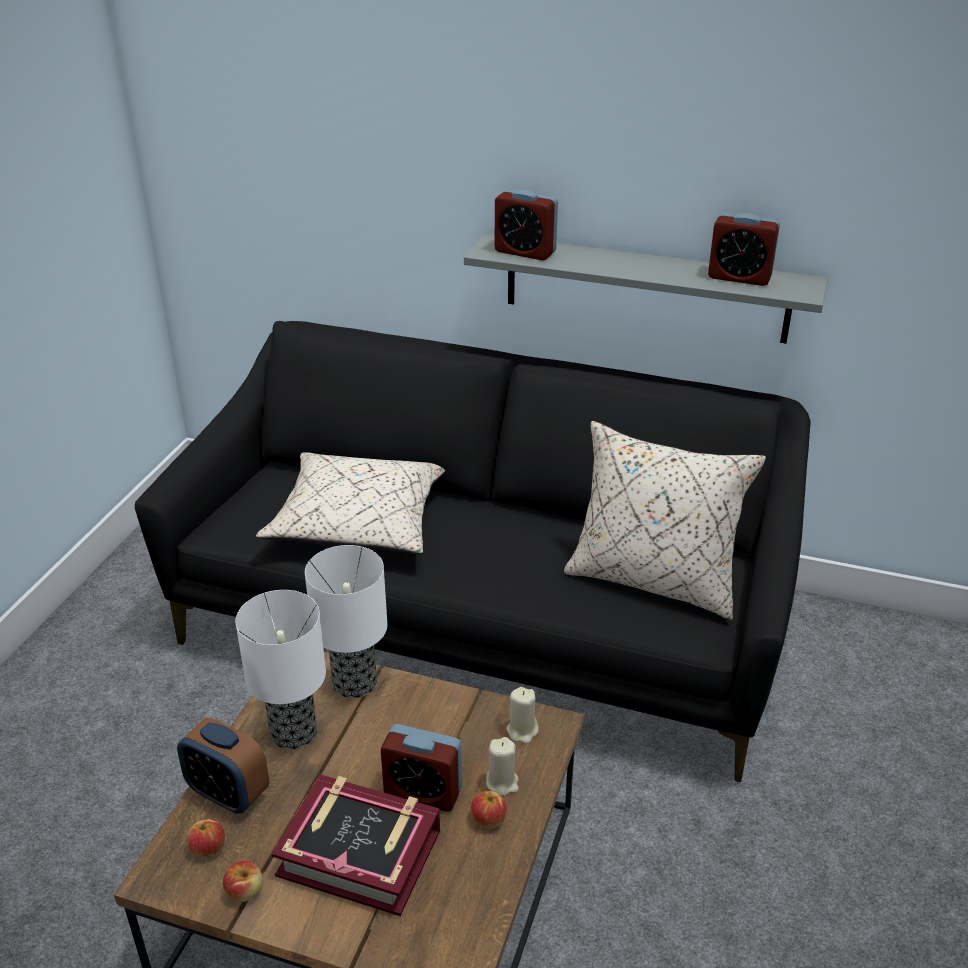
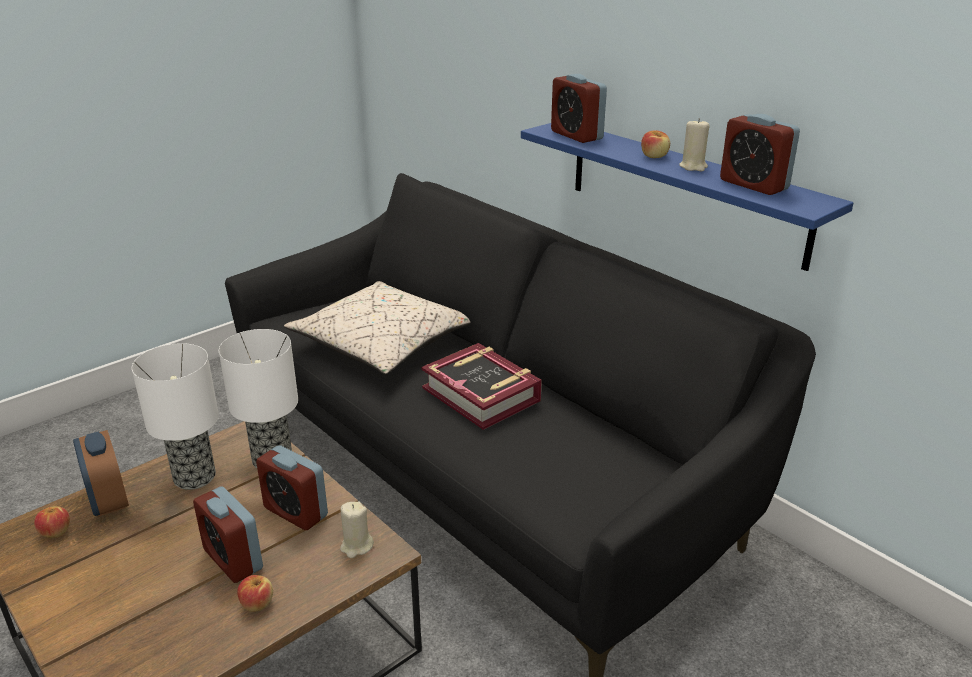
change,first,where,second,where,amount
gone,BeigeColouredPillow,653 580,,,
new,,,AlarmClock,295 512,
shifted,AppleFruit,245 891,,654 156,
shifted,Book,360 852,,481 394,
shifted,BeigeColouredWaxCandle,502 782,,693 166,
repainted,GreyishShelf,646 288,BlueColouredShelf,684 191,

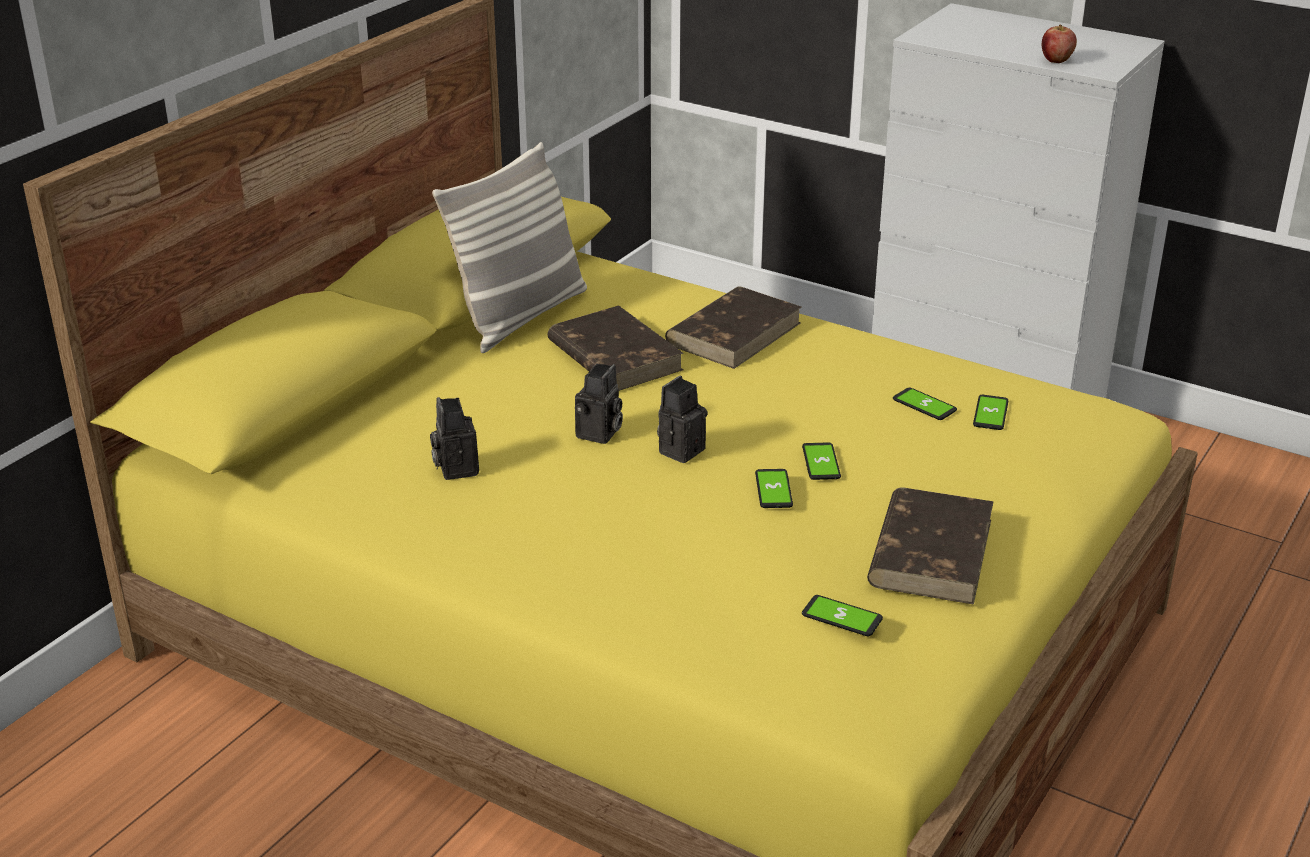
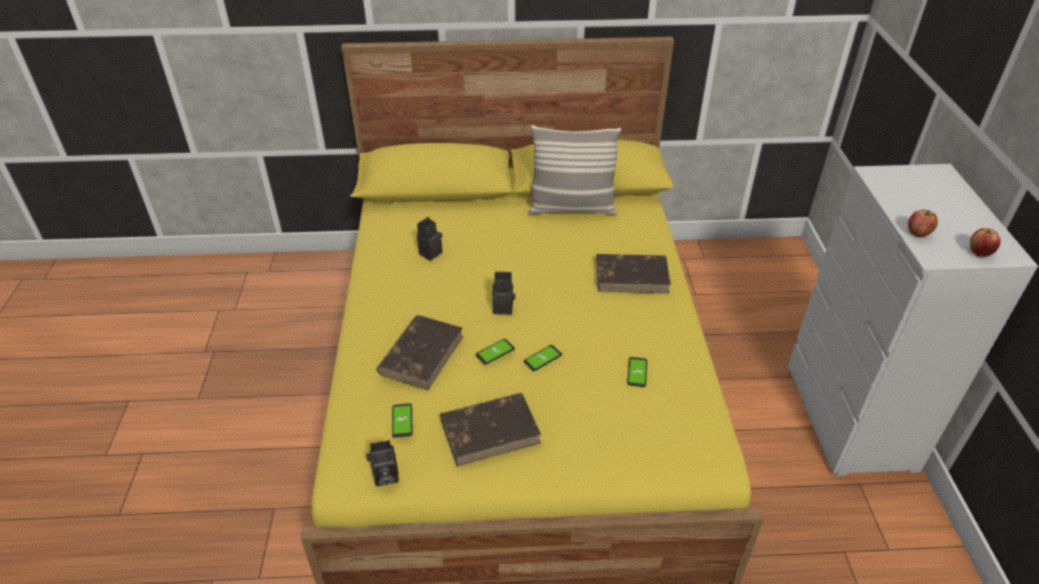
change,first,where,second,where,amount
gone,Phone,990 413,,,
new,,,AppleFruit,979 253,
shifted,BrownColouredBook,614 355,,422 354,
shifted,StillCamera,599 434,,384 477,

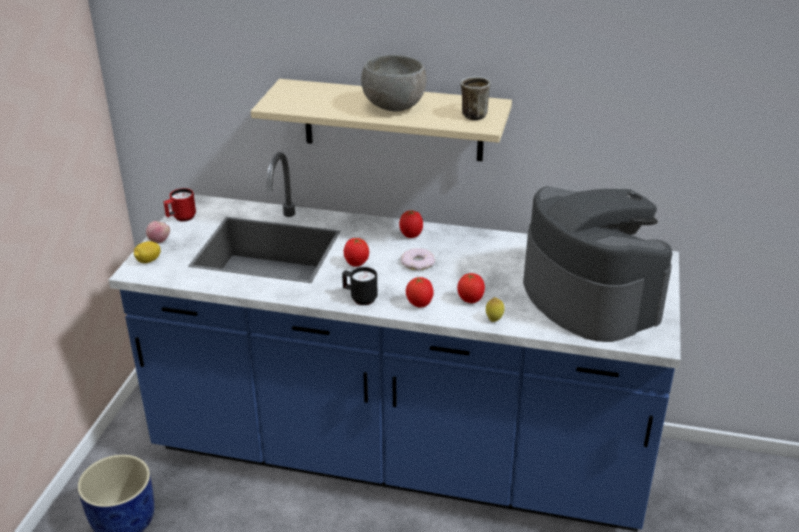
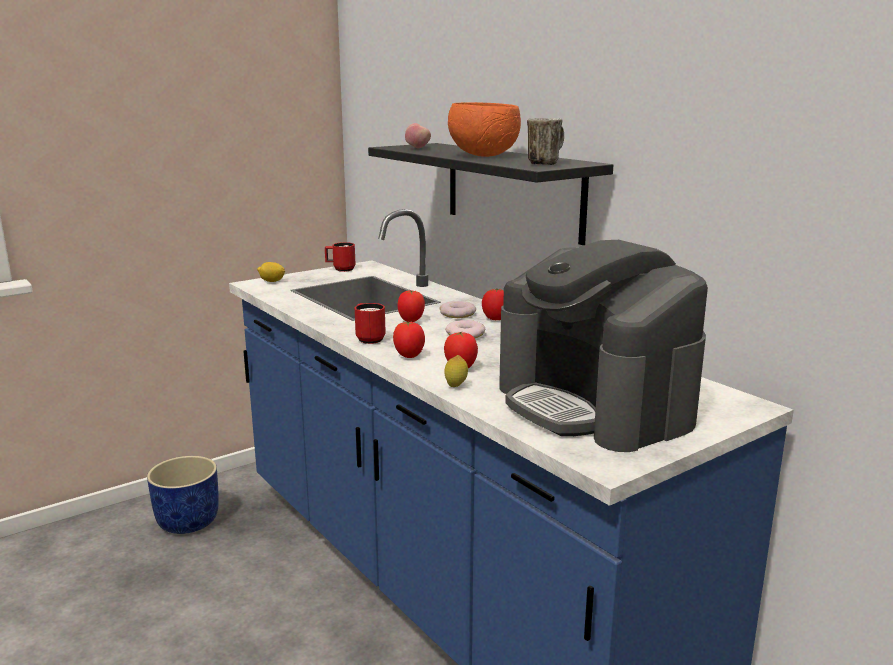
change,first,where,second,where,amount
new,,,Donut,457 314,
shifted,AppleFruit,159 241,,418 148,
repainted,BeigeColouredShelf,393 120,BlackShelf,513 190,
repainted,BlackCoffeeMug,360 298,RedColouredCoffeeMug,368 338,
repainted,GreyishDeepDish,394 107,OrangeColouredDeepDish,483 155,
rotated,CoffeeMaker,589 297,,595 404,135 degrees clockwise

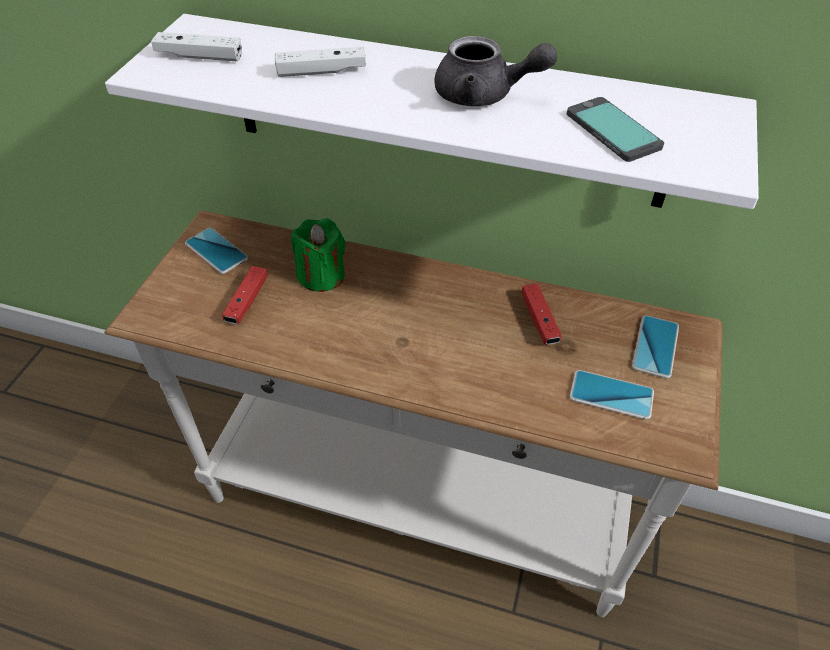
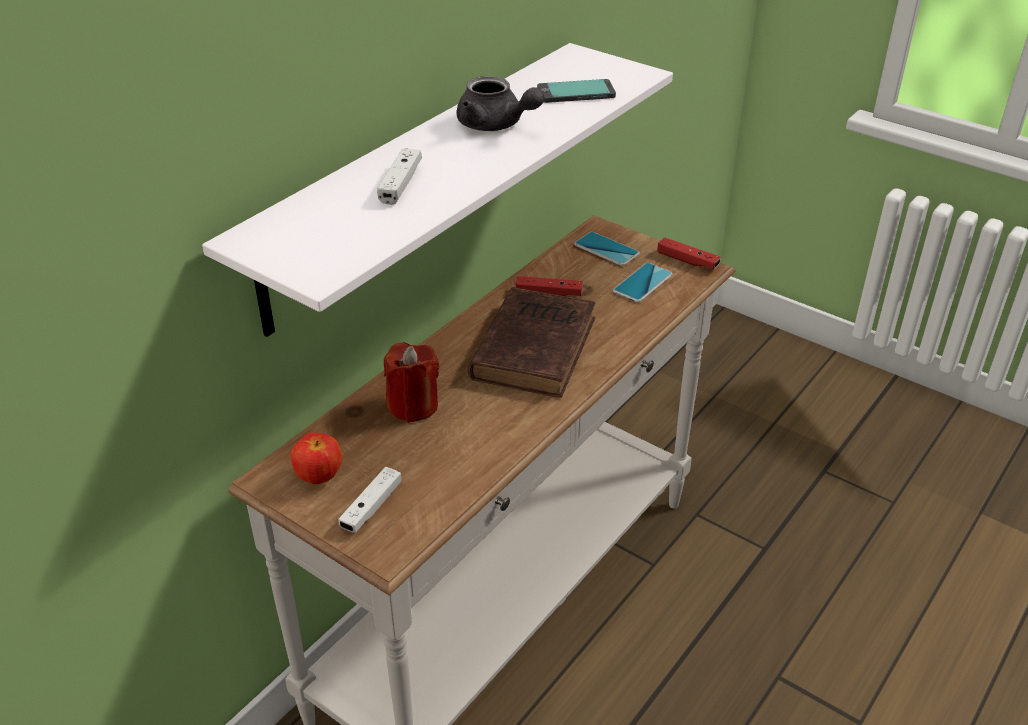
change,first,where,second,where,amount
new,,,BrownColouredBook,535 346,
shifted,WhiteJoypad,199 56,,371 507,
shifted,RedColouredJoypad,247 301,,687 261,
swapped,Phone,216 251,AppleFruit,319 477,
repainted,GreenWaxCandle,321 275,RedColouredWaxCandle,413 405,
rotated,GreyishTeapot,484 95,,496 125,90 degrees clockwise

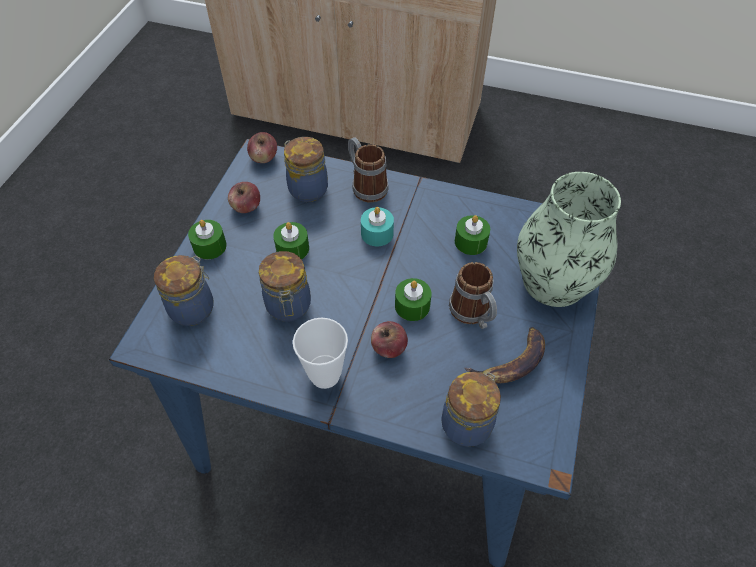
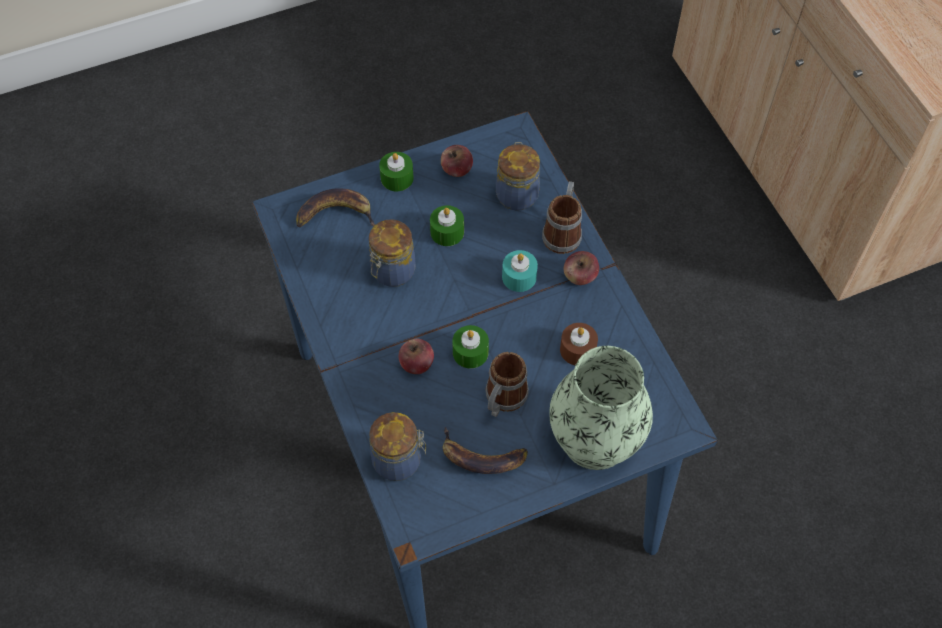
change,first,where,second,where,amount
gone,DrinkingCup,325 375,,,
shifted,AppleFruit,264 158,,580 276,
swapped,StorageJar,193 307,Banana,335 214,
repainted,GreenWaxCandle,470 242,BrownColouredWaxCandle,577 350,

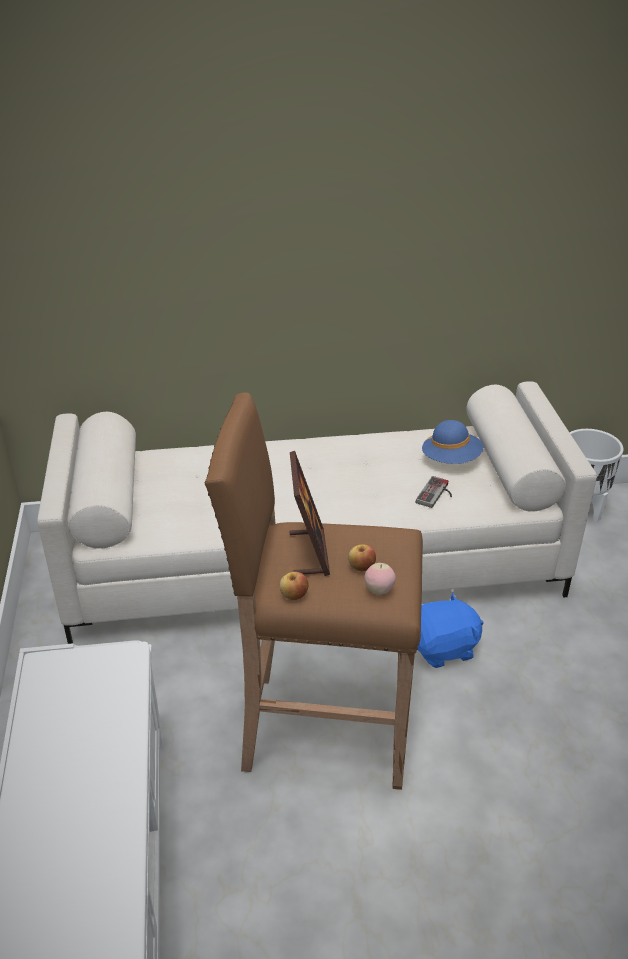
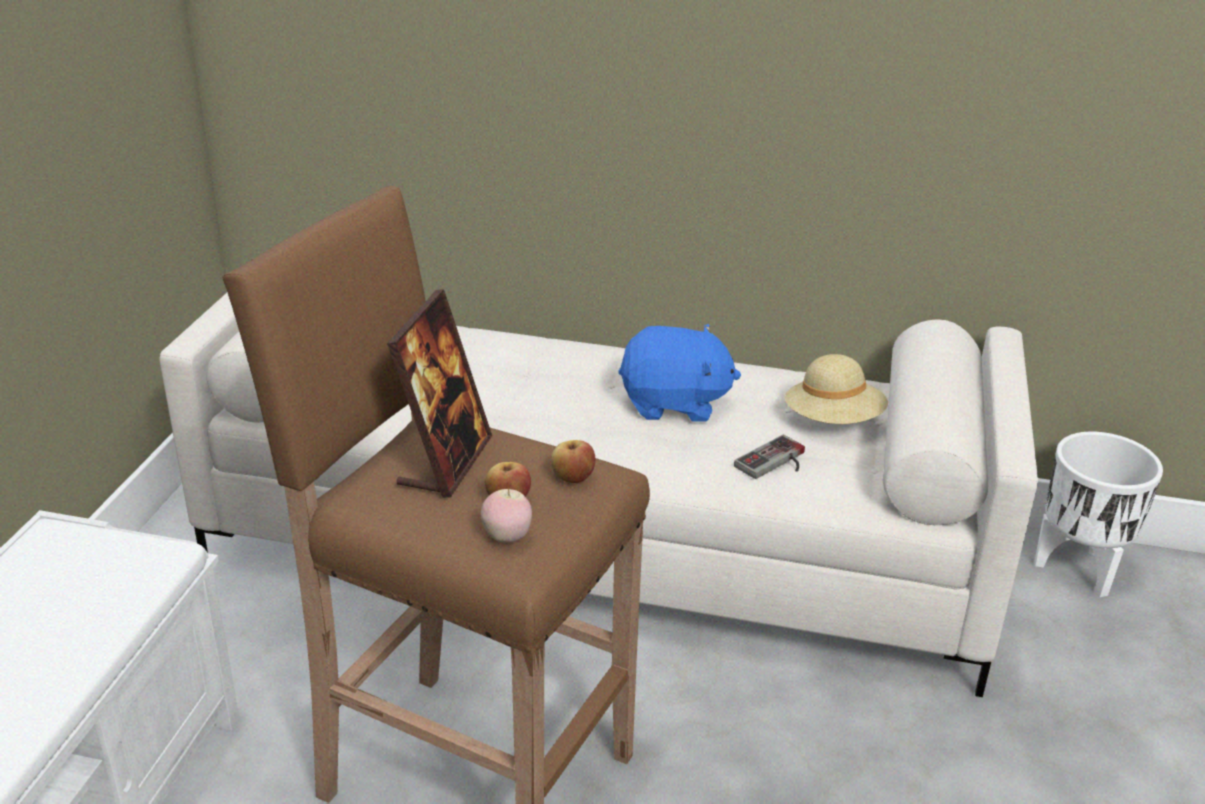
change,first,where,second,where,amount
shifted,AppleFruit,294 595,,573 477,
shifted,BlueColouredPlushToy,443 648,,674 404,
repainted,BlueColouredWearableHat,451 459,BeigeColouredWearableHat,833 421,

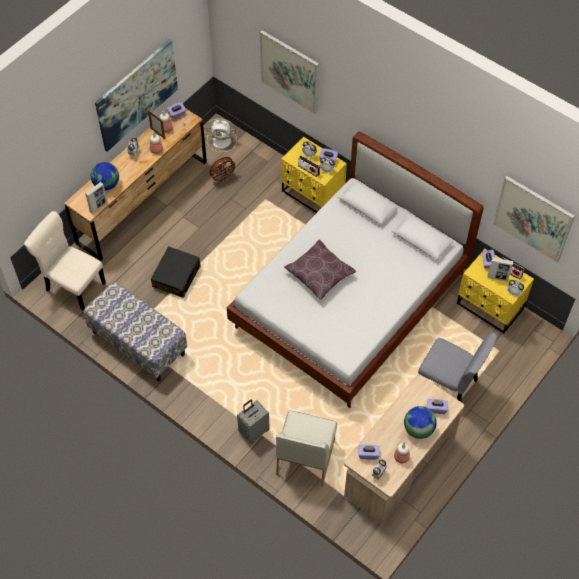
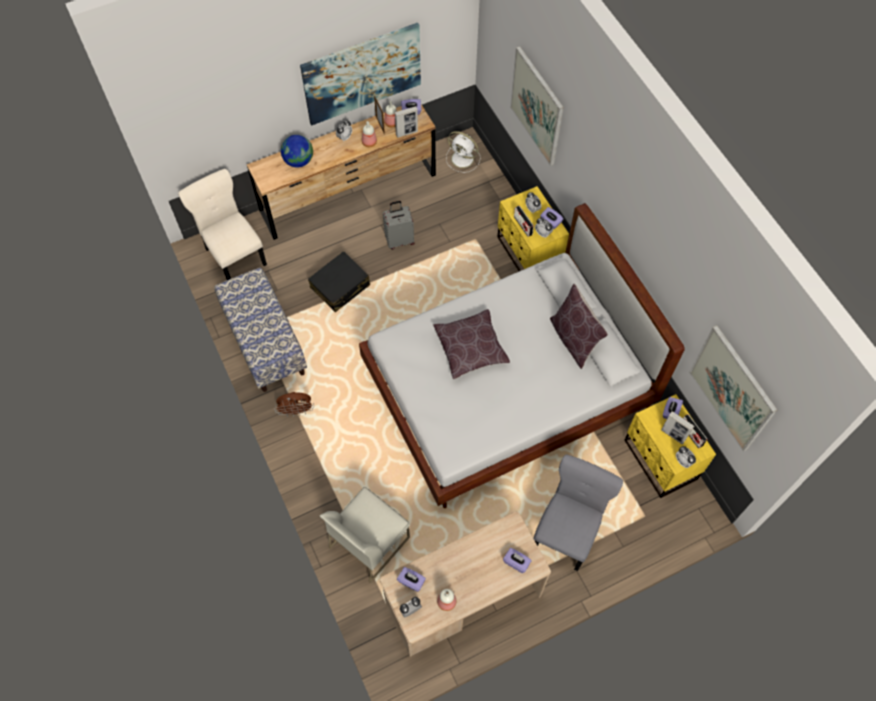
change,first,where,second,where,amount
gone,DeskGlobe,418 429,,,
new,,,BrownColouredPillow,574 339,
shifted,PictureFrame,98 206,,407 133,
shifted,BrownColouredCoolingFan,223 178,,296 411,
shifted,GreyishTravelCase,253 431,,399 240,
rotated,GreyishChair,449 385,,567 531,120 degrees counterclockwise

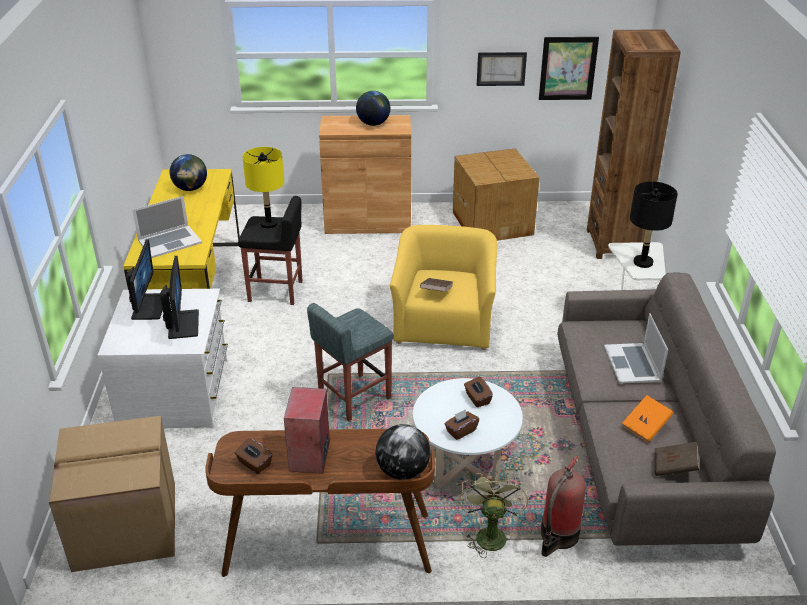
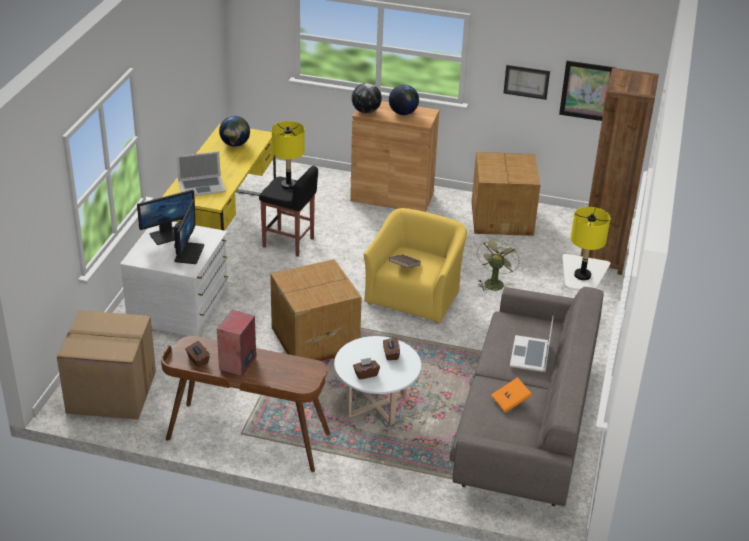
change,first,where,second,where,amount
gone,FireFightingCylinder,558 536,,,
gone,BrownColouredBook,674 467,,,
shifted,DeskGlobe,403 471,,366 111,
shifted,GreenCoolingFan,489 533,,494 282,
swapped,GreyishSittingStool,353 398,Carton,313 339,
repainted,BlackTabletopLamp,643 262,YellowTabletopLamp,582 275,
rotated,ComputerScreen,148 306,,169 234,45 degrees clockwise

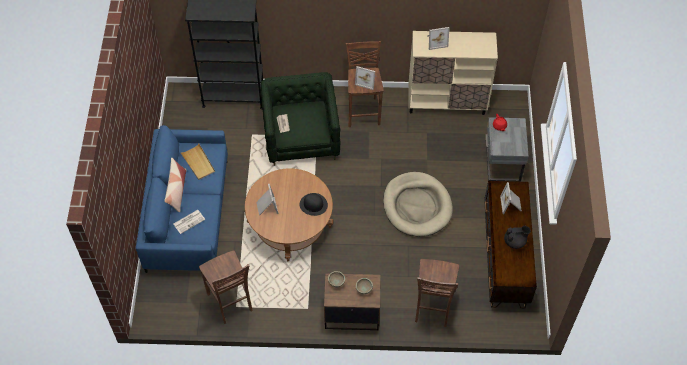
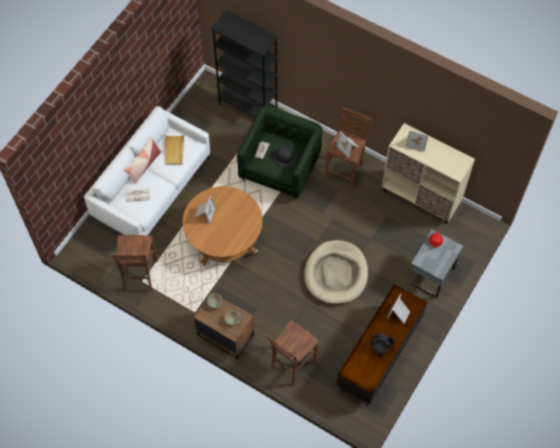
change,first,where,second,where,amount
shifted,BlackWearableHat,313 204,,284 156,
repainted,BlueColouredSettee,188 214,WhiteSettee,152 188,

